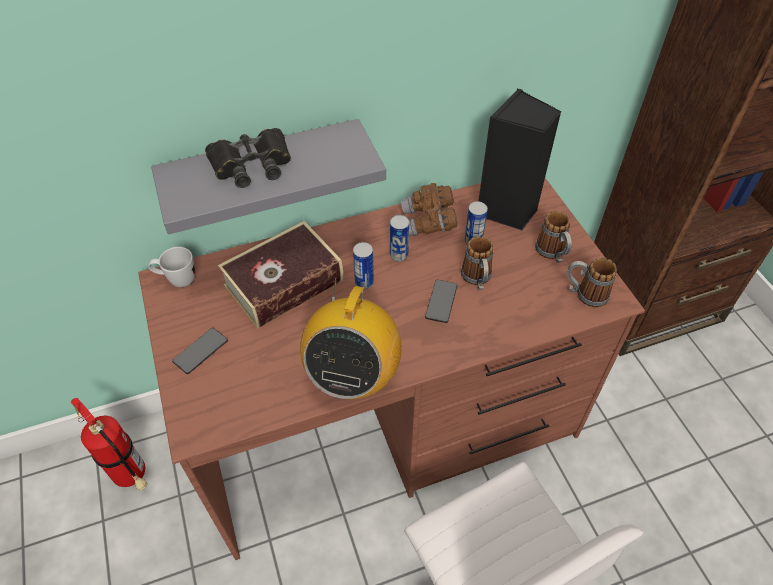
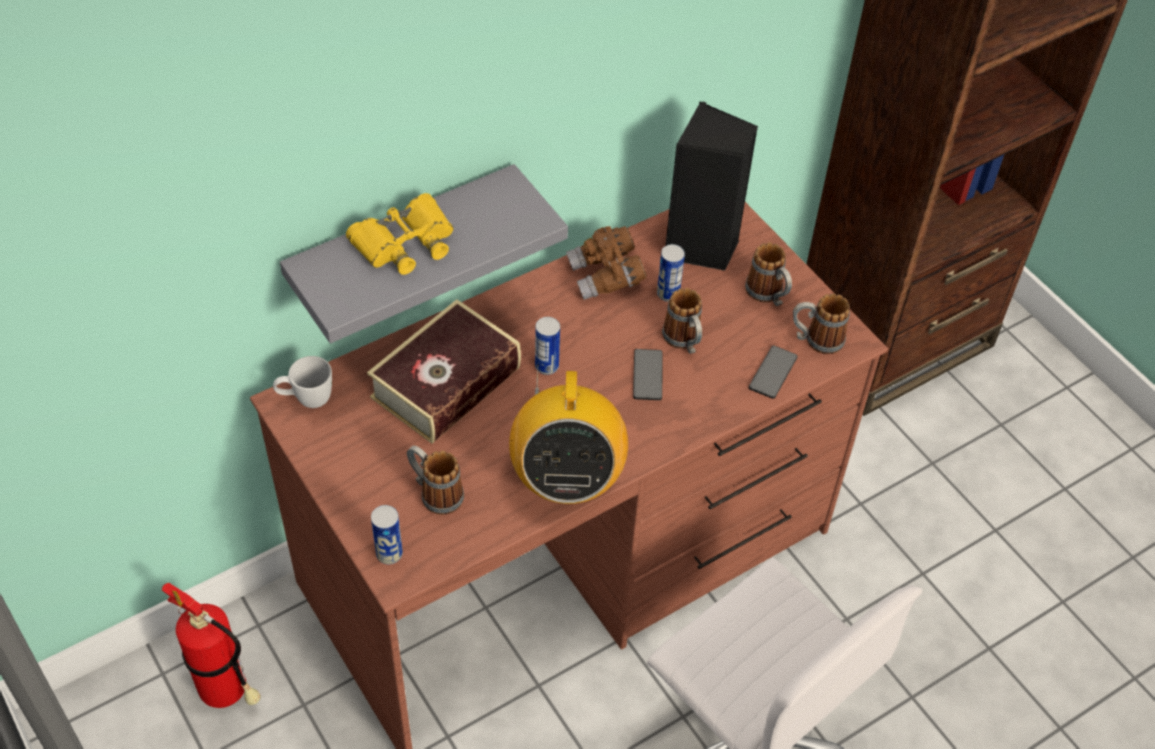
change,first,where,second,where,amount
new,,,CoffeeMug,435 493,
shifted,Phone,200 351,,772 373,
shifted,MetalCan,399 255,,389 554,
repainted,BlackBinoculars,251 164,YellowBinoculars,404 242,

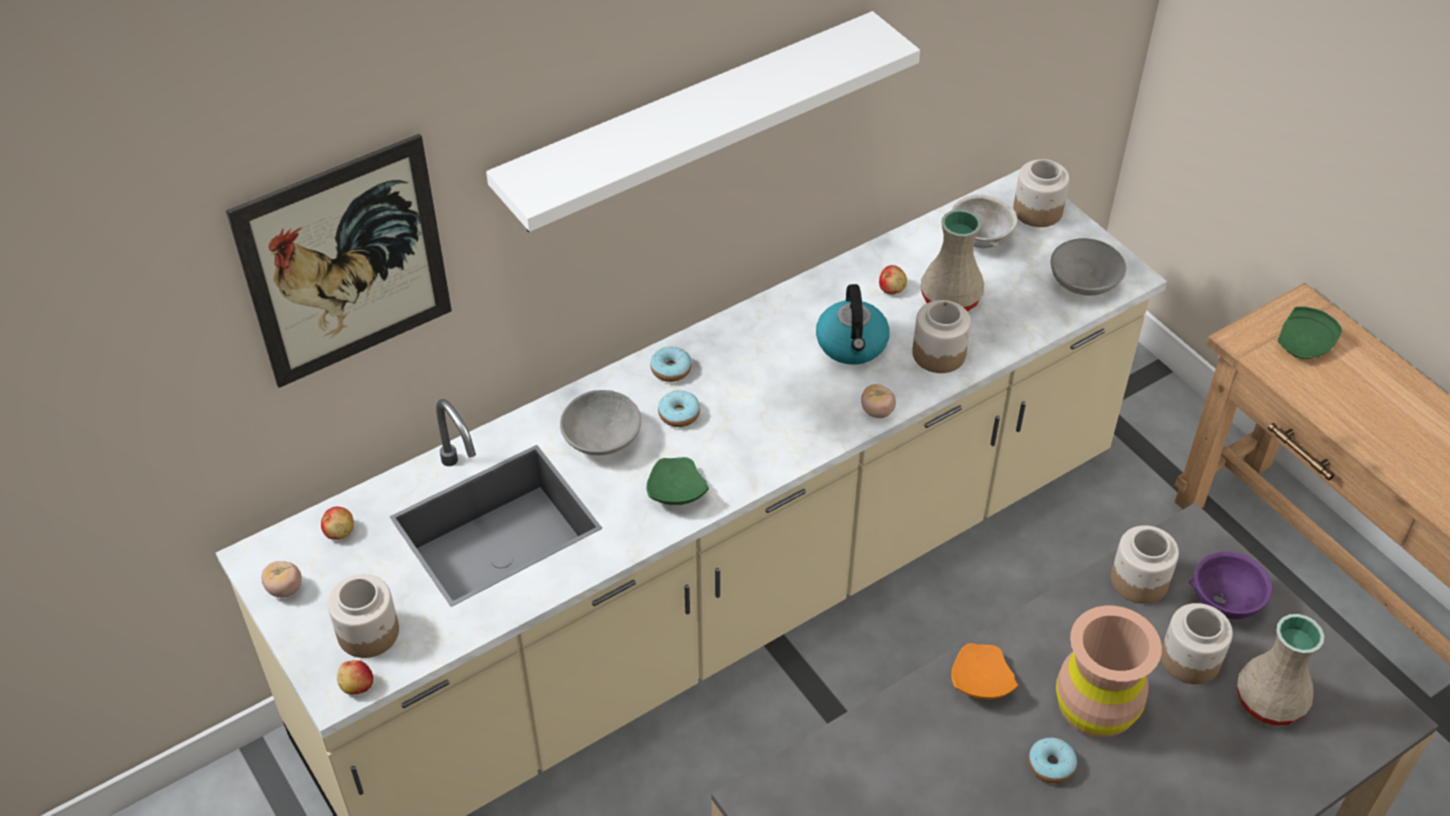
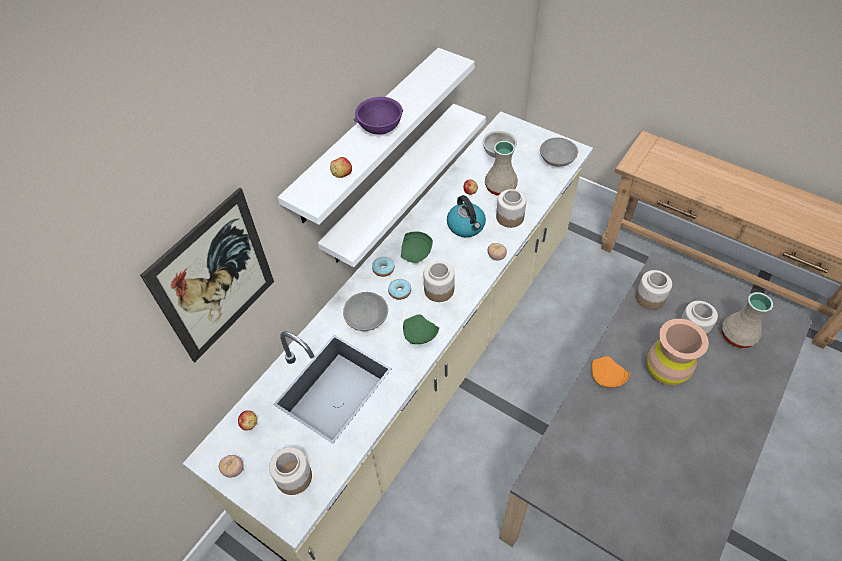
change,first,where,second,where,amount
gone,Donut,1051 765,,,
new,,,WhiteShelf,392 184,
shifted,AppleFruit,357 685,,342 174,
shifted,StorageJar,1037 211,,438 290,
shifted,PurpleDeepDish,1224 602,,380 128,
shifted,GreenDinnerPlate,1305 344,,416 252,

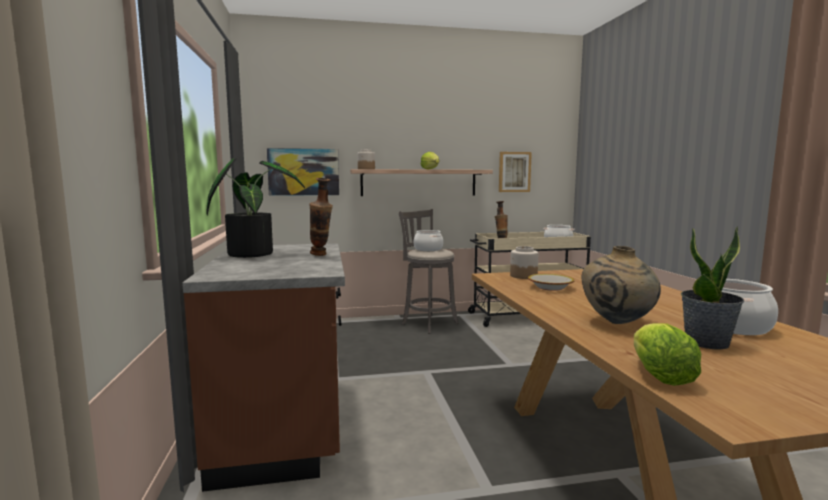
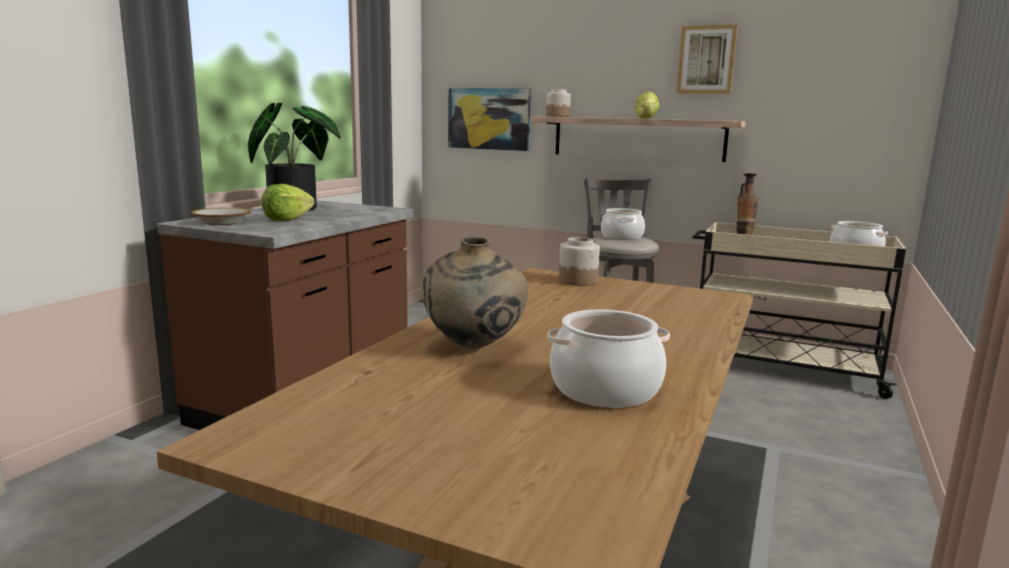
change,first,where,second,where,amount
gone,FlowerVase,321 255,,,
gone,PottedPlant,707 342,,,
shifted,Picture,514 172,,706 60,
shifted,DeepDish,550 287,,221 223,
shifted,LettuceHead,659 375,,287 219,

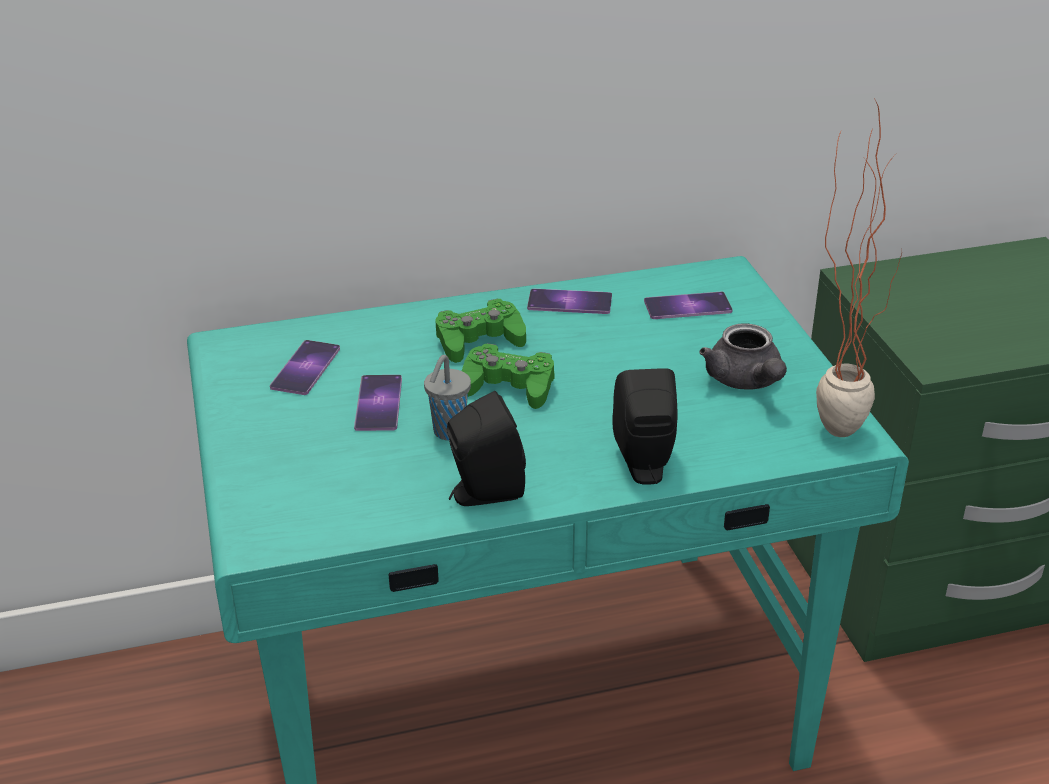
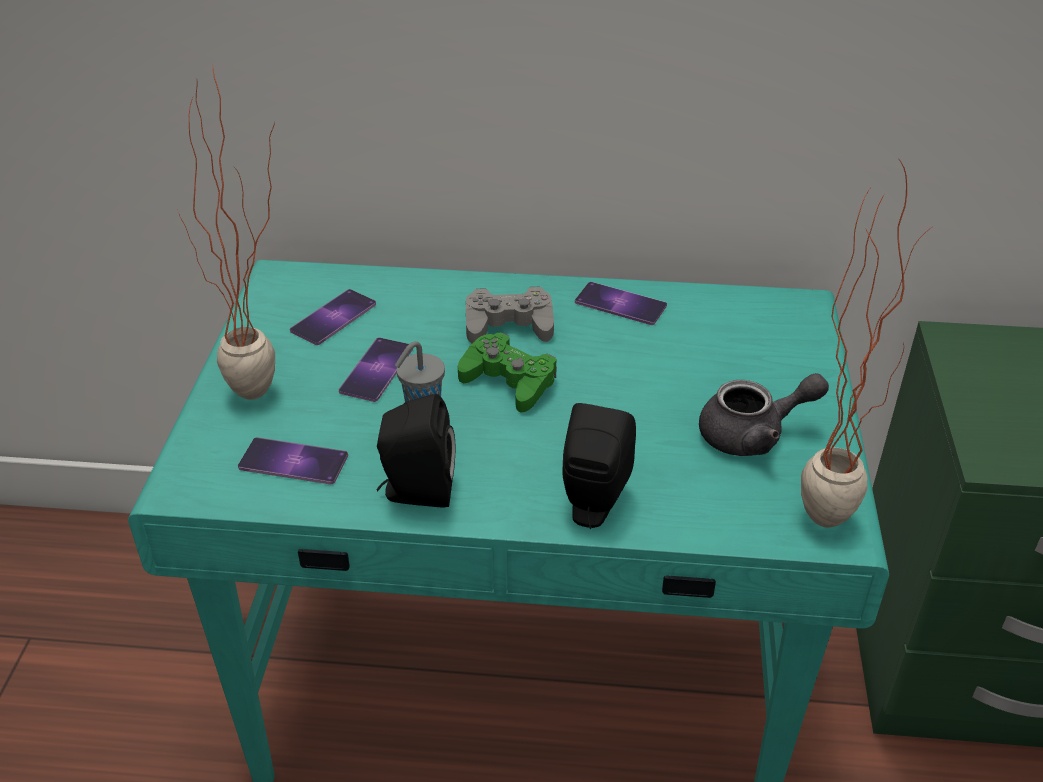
change,first,where,second,where,amount
new,,,PottedPlant,268 397,
shifted,Phone,687 306,,293 461,
repainted,GreenJoypad,479 340,GreyishJoypad,509 325,
rotated,GreyishTeapot,746 381,,753 434,105 degrees counterclockwise

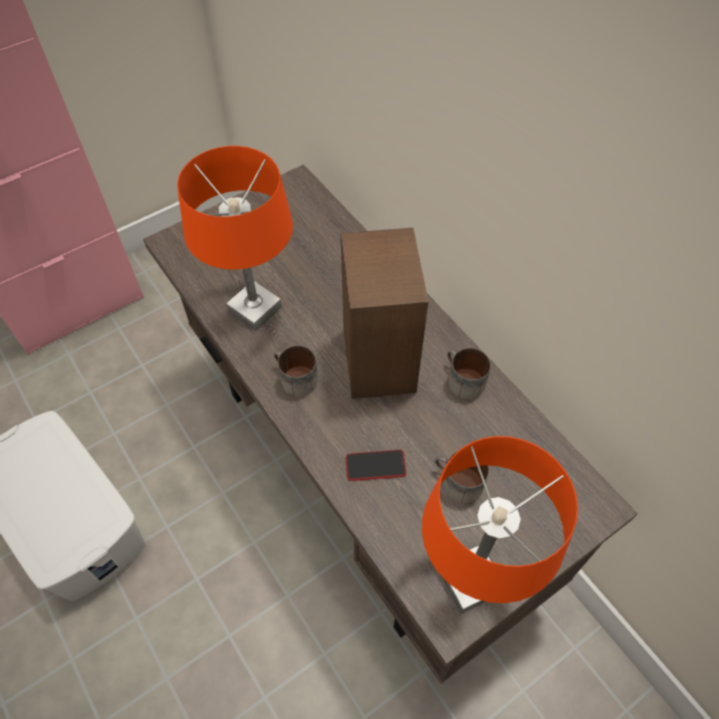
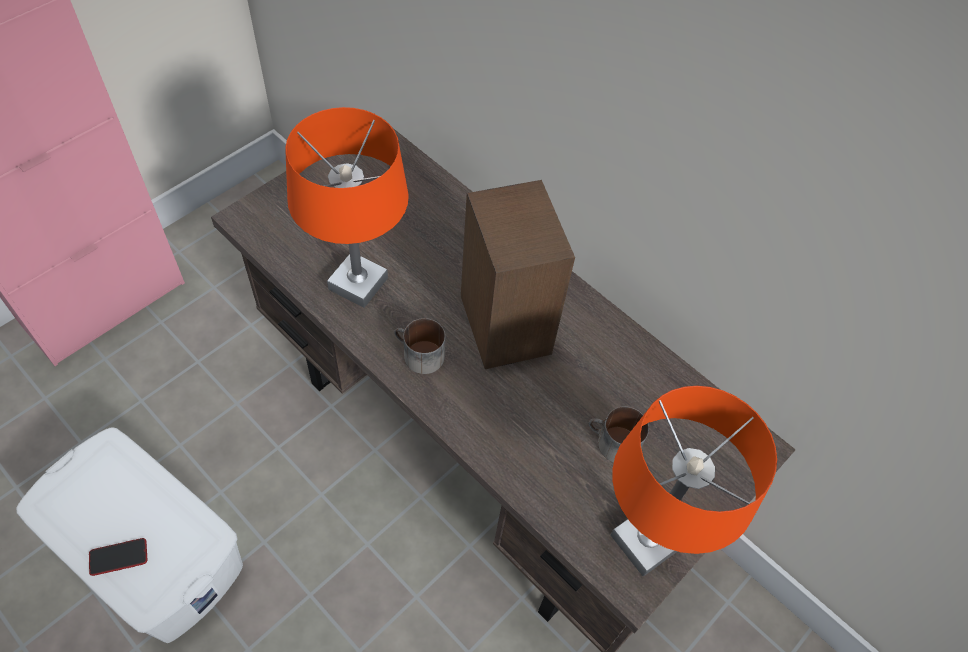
change,first,where,second,where,amount
gone,CoffeeMug,461 380,,,
shifted,Phone,375 465,,118 557,

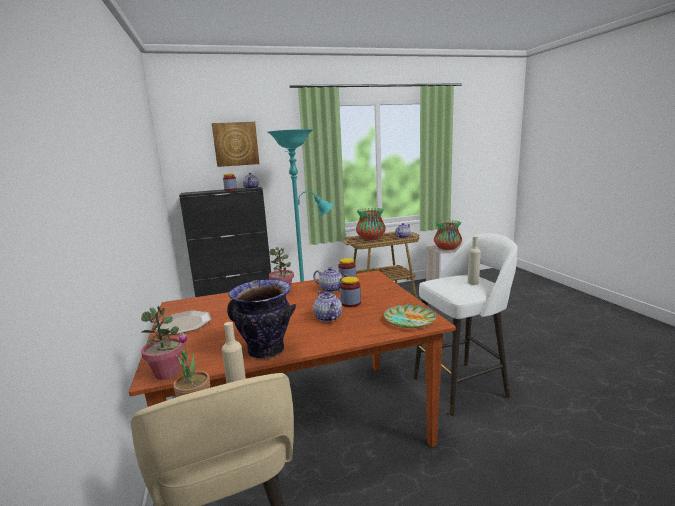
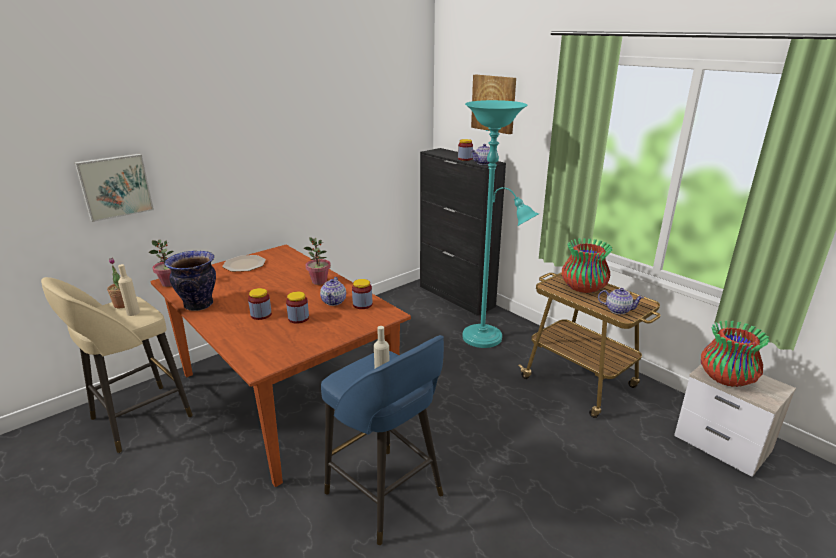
change,first,where,second,where,amount
gone,DinnerPlate,409 320,,,
new,,,Picture,115 186,
swapped,Teapot,327 318,StorageJar,261 315,
repainted,WhiteSittingStool,462 387,BlueColouredSittingStool,386 496,

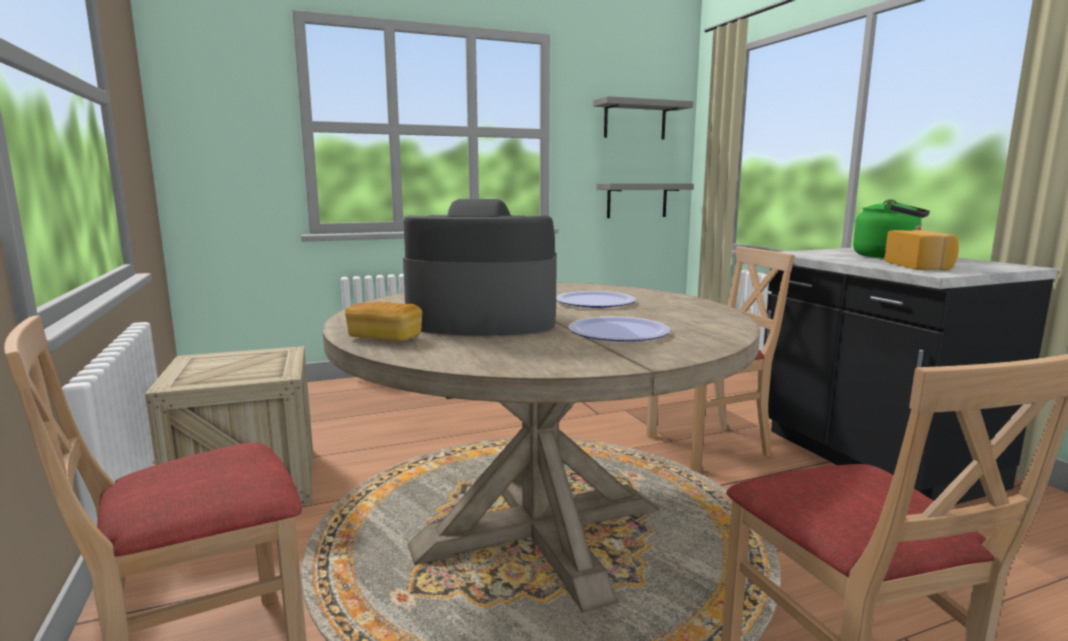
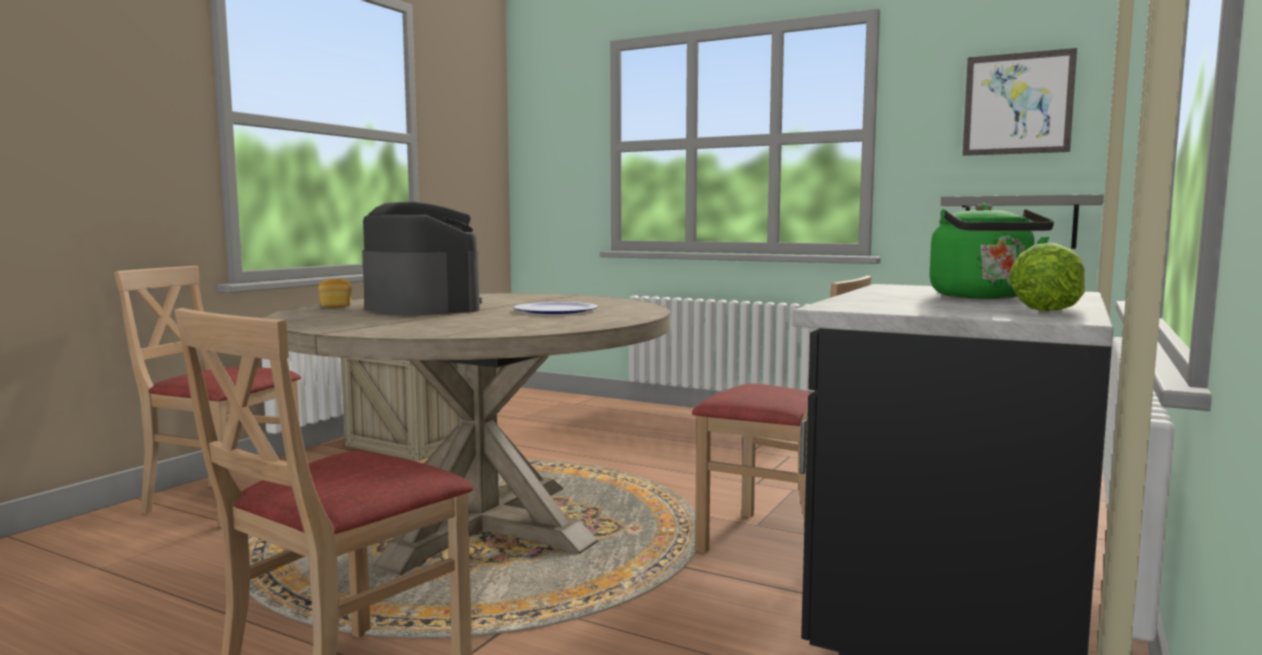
change,first,where,second,where,amount
gone,DinnerPlate,618 332,,,
gone,Bread,919 266,,,
new,,,LettuceHead,1048 309,
swapped,GreyishShelf,635 120,Picture,1017 104,

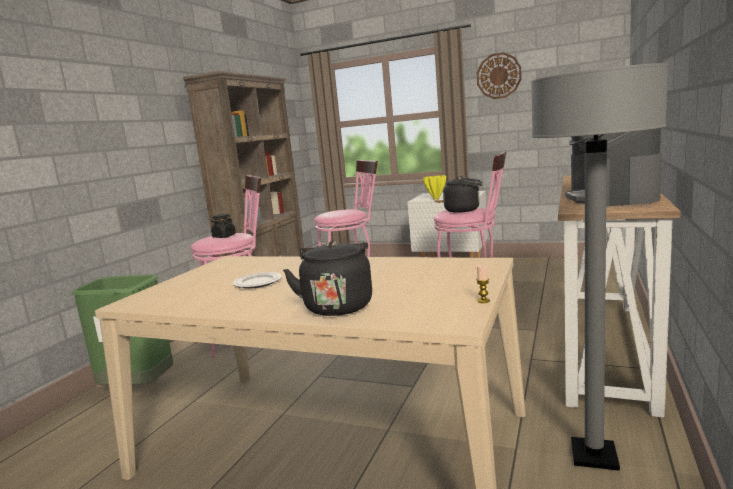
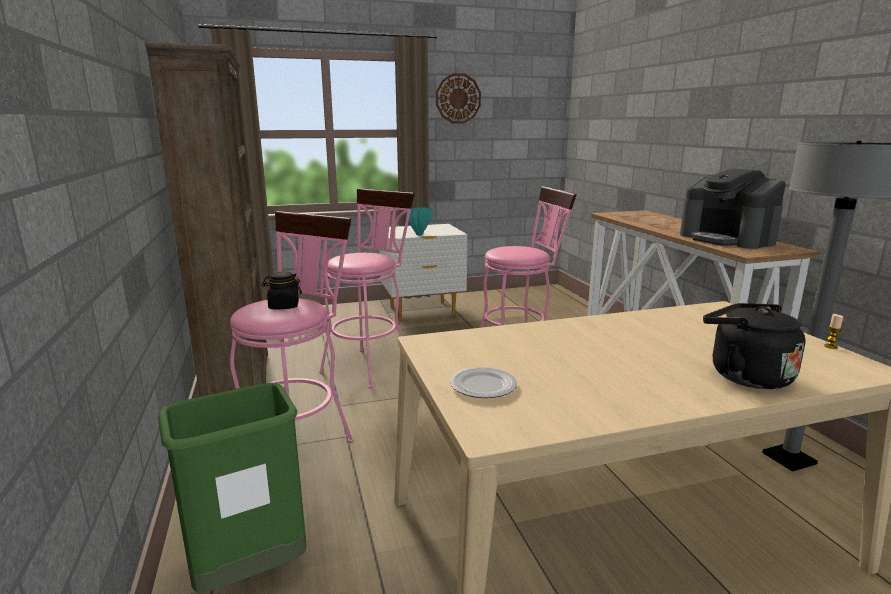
change,first,where,second,where,amount
gone,BlackWaterKettle,464 210,,,
shifted,DinnerPlate,257 283,,483 386,
repainted,YellowFlowerVase,435 199,TurquoiseFlowerVase,419 235,

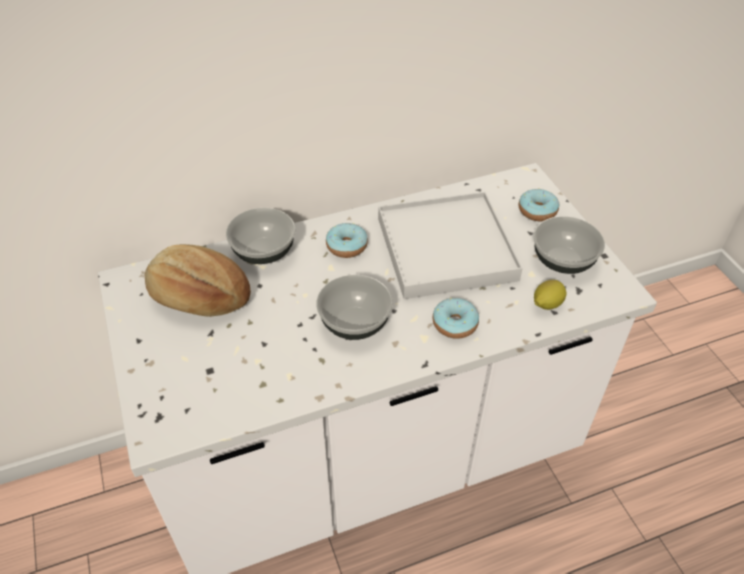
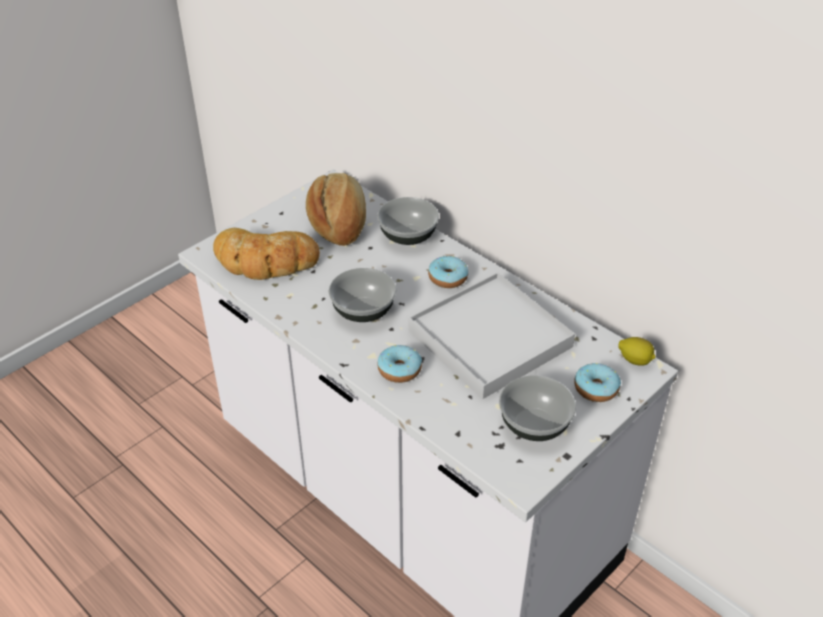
change,first,where,second,where,amount
new,,,Bread,265 261,
shifted,Lemon,546 304,,635 360,

